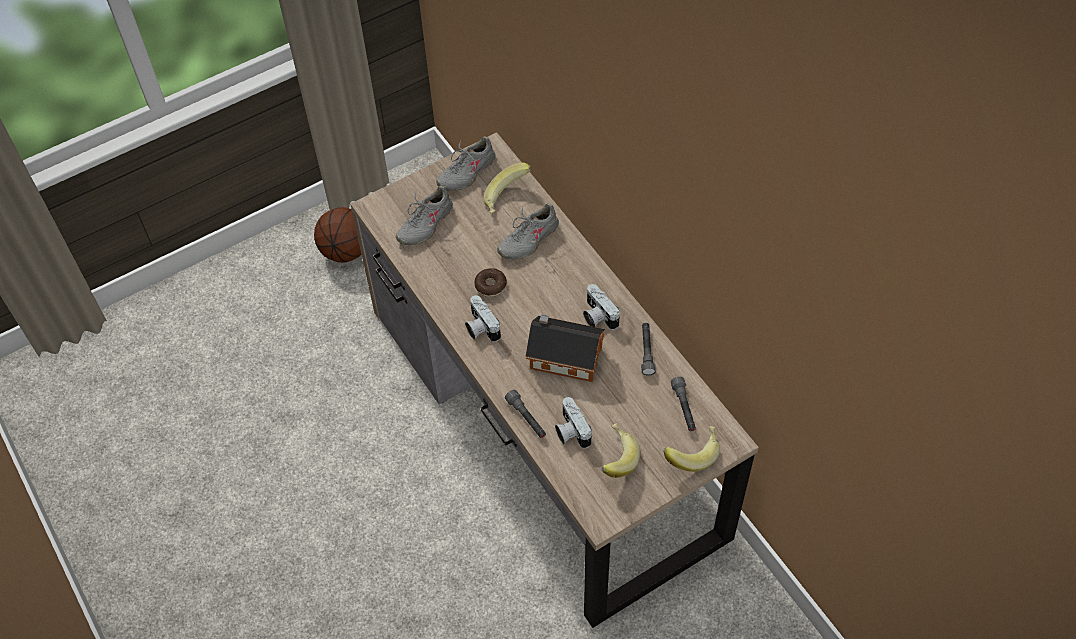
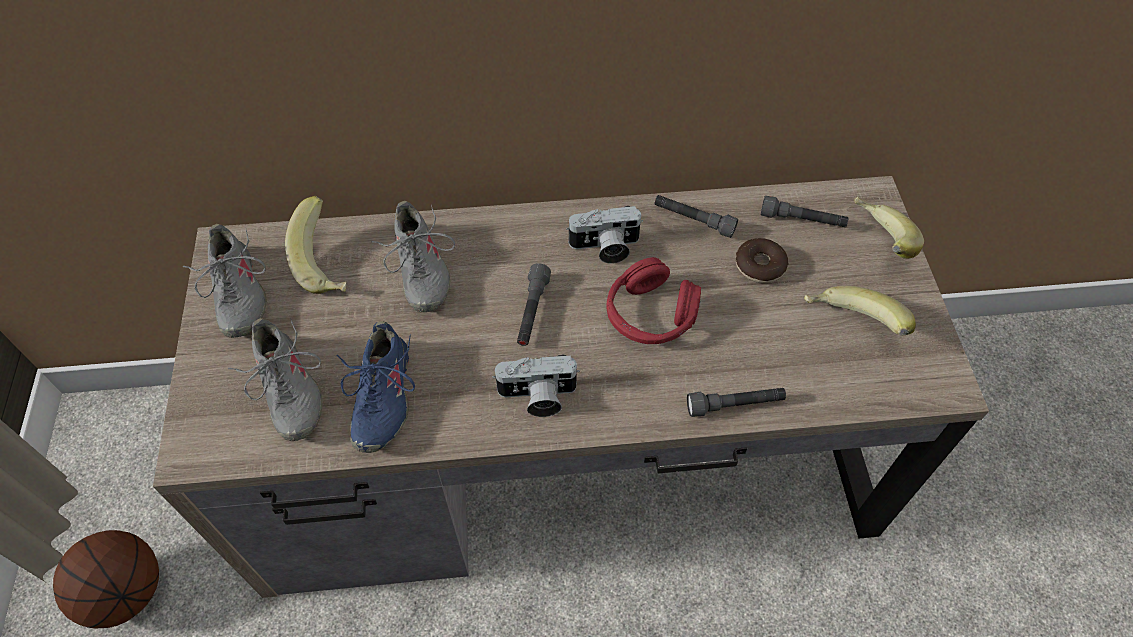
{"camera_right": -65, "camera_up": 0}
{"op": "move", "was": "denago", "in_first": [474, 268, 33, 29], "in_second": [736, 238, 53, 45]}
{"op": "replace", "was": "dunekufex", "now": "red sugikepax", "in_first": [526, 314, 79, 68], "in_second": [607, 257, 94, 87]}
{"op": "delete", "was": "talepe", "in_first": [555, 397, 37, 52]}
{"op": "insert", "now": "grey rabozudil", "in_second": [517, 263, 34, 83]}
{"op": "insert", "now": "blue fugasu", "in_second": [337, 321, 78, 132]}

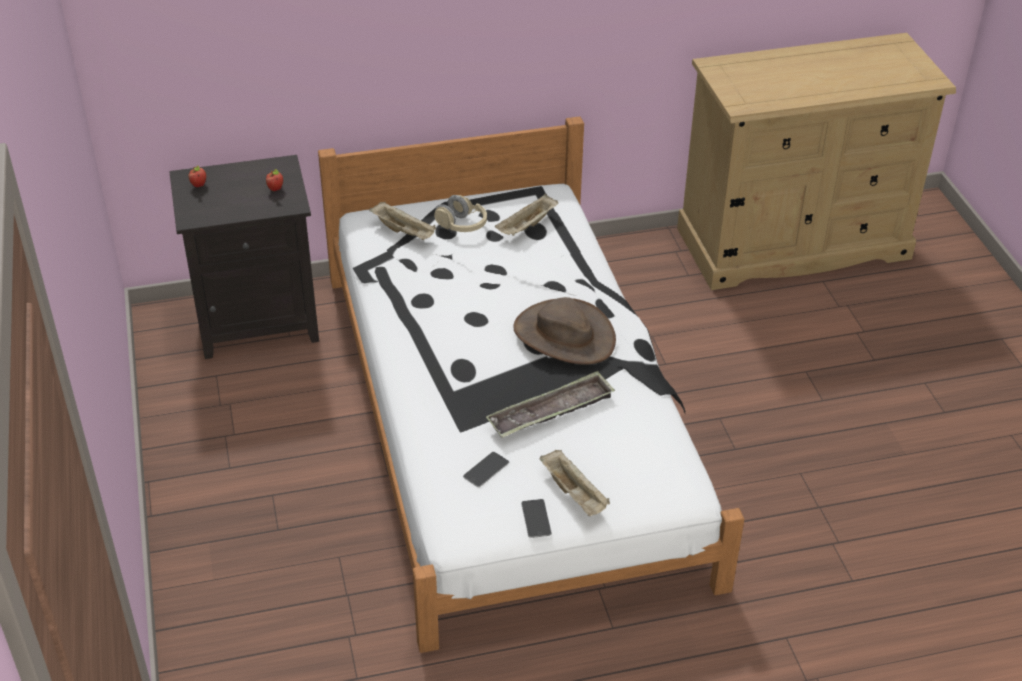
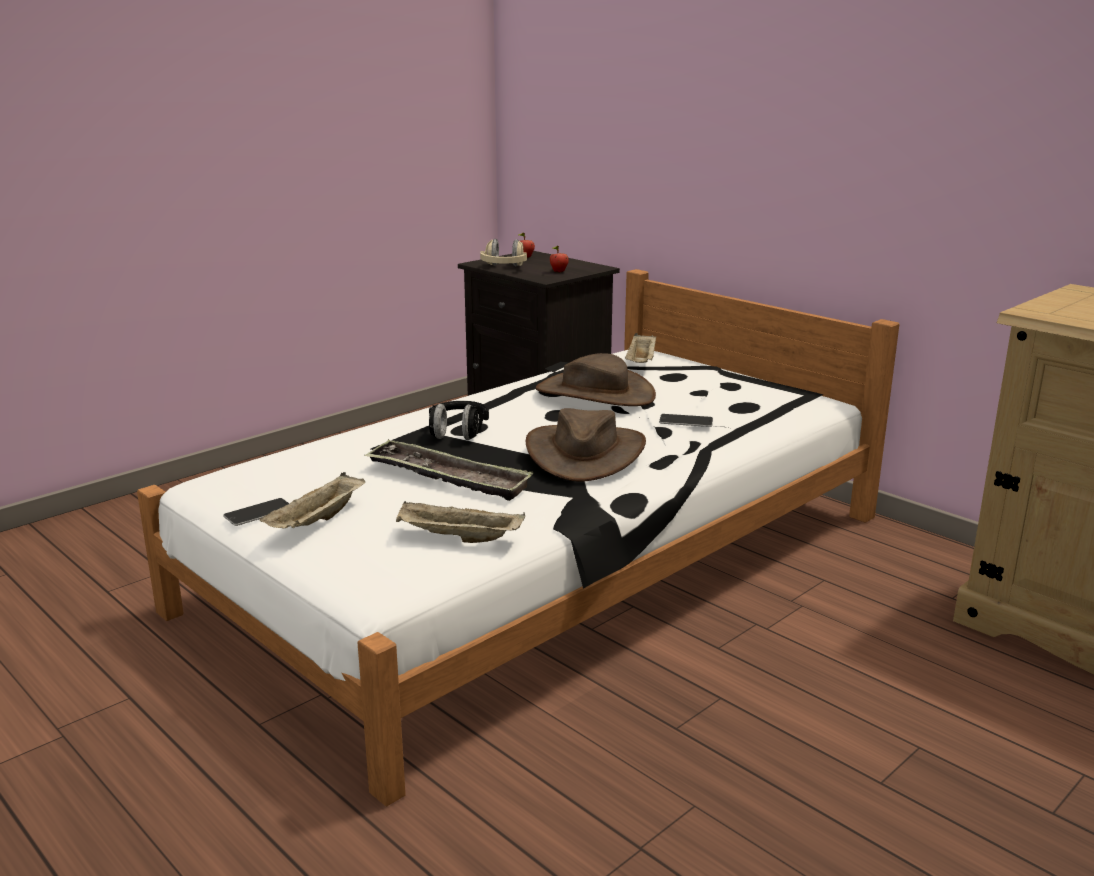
{"camera_right": 60, "camera_up": -20}
{"op": "move", "was": "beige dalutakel", "in_first": [495, 194, 63, 42], "in_second": [396, 502, 129, 41]}
{"op": "move", "was": "beige sugikepax", "in_first": [434, 195, 53, 37], "in_second": [480, 239, 47, 27]}
{"op": "move", "was": "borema", "in_first": [463, 452, 46, 35], "in_second": [659, 414, 54, 13]}
{"op": "insert", "now": "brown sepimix", "in_second": [536, 353, 120, 53]}
{"op": "insert", "now": "black sugikepax", "in_second": [429, 401, 60, 39]}

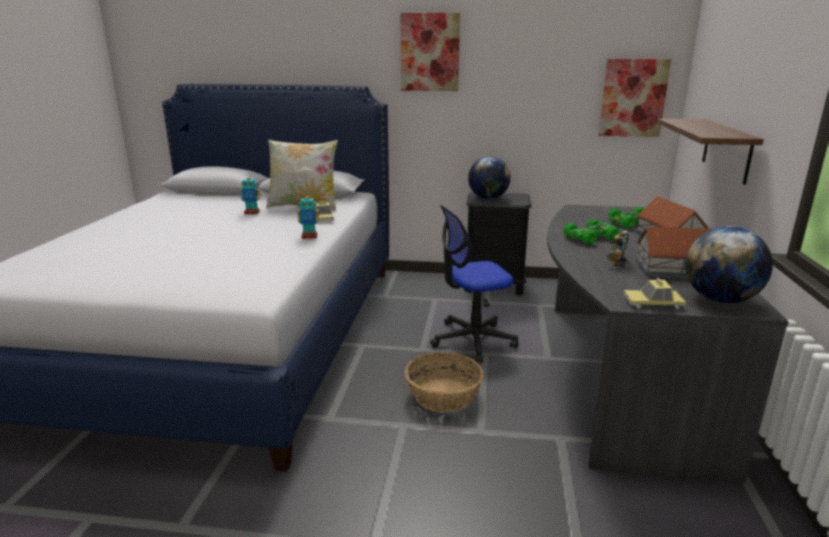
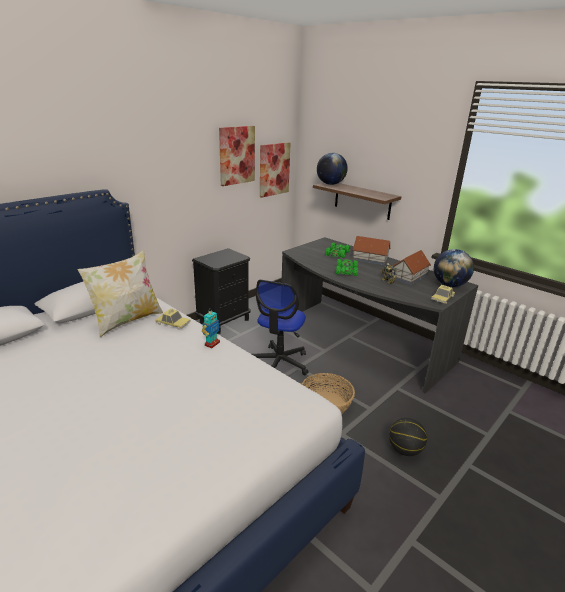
{"camera_right": -55, "camera_up": 5}
{"op": "move", "was": "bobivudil", "in_first": [400, 13, 60, 78], "in_second": [219, 126, 36, 60]}
{"op": "move", "was": "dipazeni", "in_first": [468, 156, 43, 43], "in_second": [317, 153, 31, 32]}
{"op": "delete", "was": "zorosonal", "in_first": [241, 173, 20, 41]}
{"op": "insert", "now": "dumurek", "in_second": [389, 418, 38, 38]}

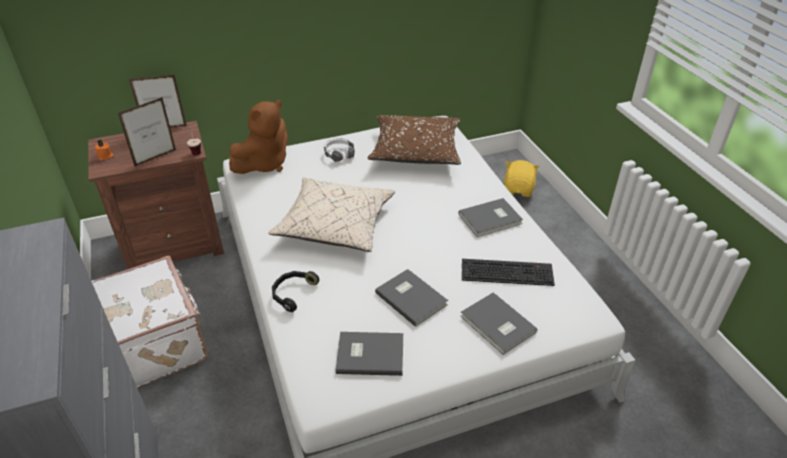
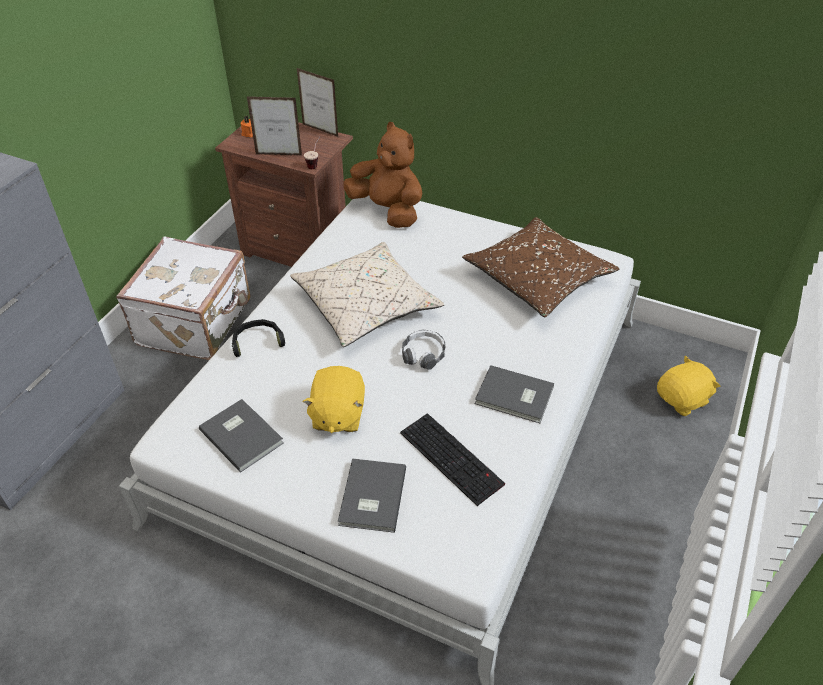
{"camera_right": 45, "camera_up": 5}
{"op": "rotate", "was": "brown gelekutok", "in_first": [229, 100, 59, 74], "in_second": [343, 122, 79, 106], "clockwise": -135}
{"op": "move", "was": "sugikepax", "in_first": [324, 138, 31, 24], "in_second": [402, 329, 43, 41]}
{"op": "replace", "was": "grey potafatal", "now": "yellow gelekutok", "in_first": [375, 269, 73, 58], "in_second": [302, 366, 63, 67]}

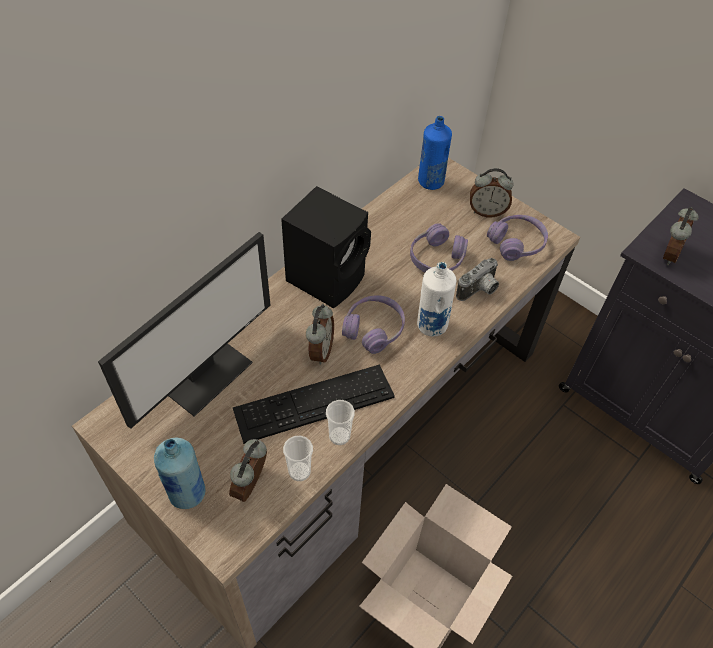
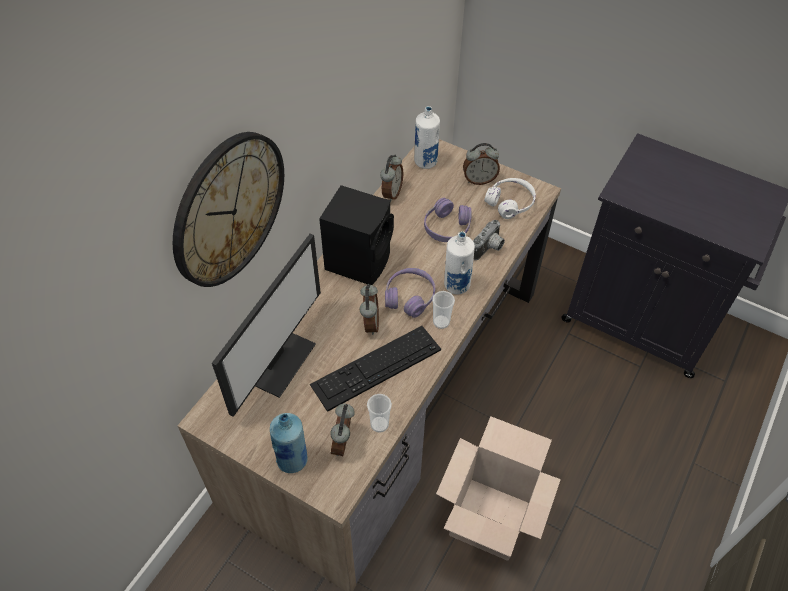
{"camera_right": -10, "camera_up": 0}
{"op": "recolor", "was": "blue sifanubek", "now": "white sifanubek", "in_first": [418, 116, 34, 74], "in_second": [414, 106, 26, 63]}
{"op": "move", "was": "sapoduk", "in_first": [663, 207, 36, 58], "in_second": [380, 155, 23, 47]}
{"op": "recolor", "was": "purple sugikepax", "now": "white sugikepax", "in_first": [487, 215, 61, 46], "in_second": [484, 178, 52, 41]}
{"op": "move", "was": "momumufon", "in_first": [326, 400, 29, 45], "in_second": [432, 291, 23, 38]}
{"op": "insert", "now": "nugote", "in_second": [173, 132, 111, 155]}

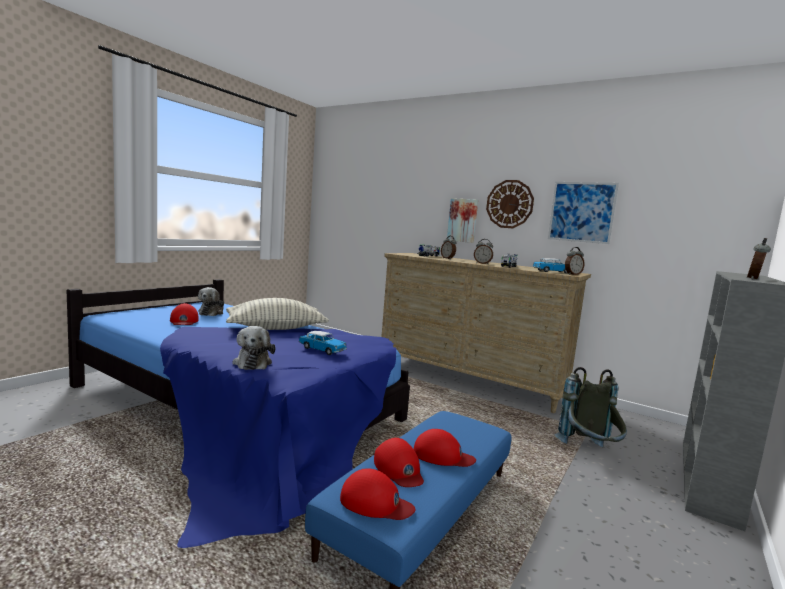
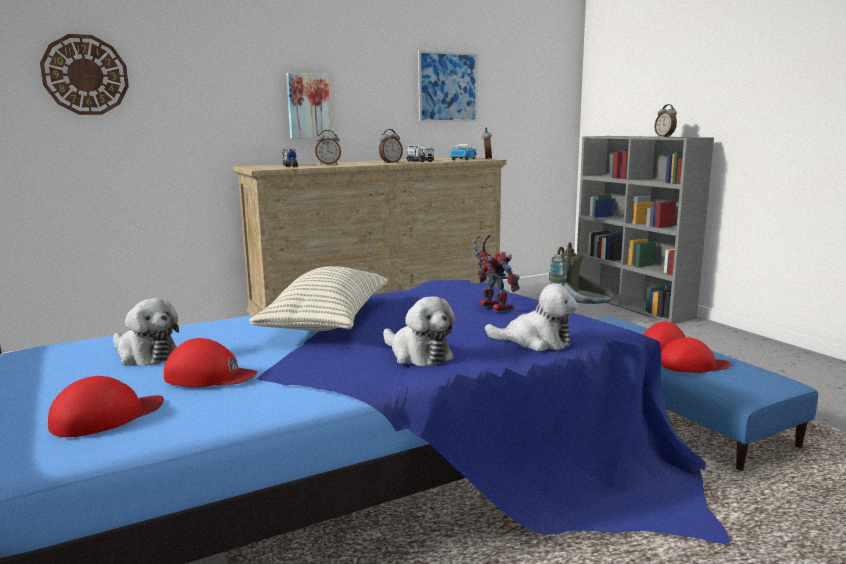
{"camera_right": -60, "camera_up": 5}
{"op": "move", "was": "nugote", "in_first": [486, 180, 48, 48], "in_second": [40, 34, 89, 81]}
{"op": "replace", "was": "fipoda", "now": "zorosonal", "in_first": [299, 331, 48, 24], "in_second": [473, 234, 47, 78]}
{"op": "move", "was": "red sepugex", "in_first": [340, 468, 75, 52], "in_second": [48, 376, 116, 61]}
{"op": "insert", "now": "gelekutok", "in_second": [383, 296, 72, 70]}

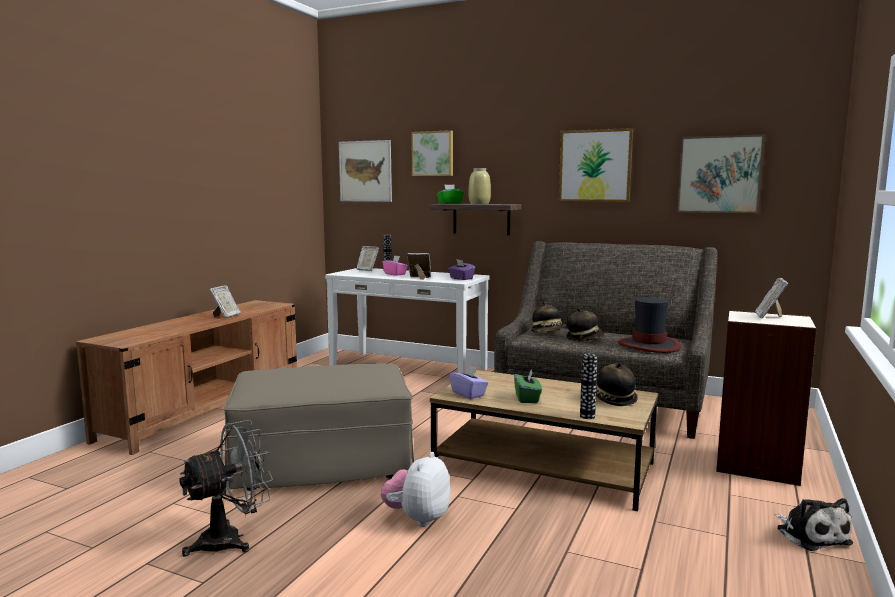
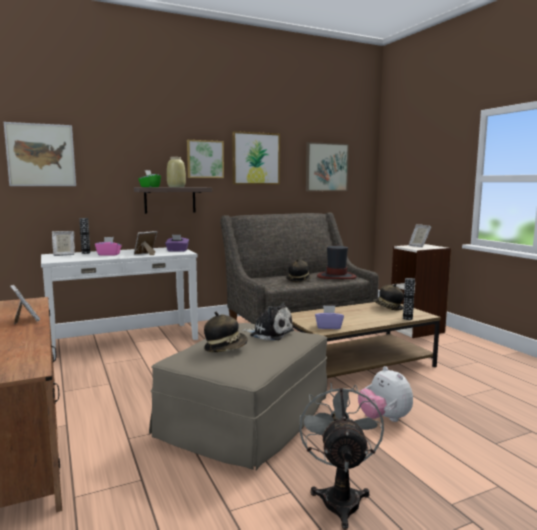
{"camera_right": -50, "camera_up": 0}
{"op": "move", "was": "bobivudil", "in_first": [411, 130, 42, 46], "in_second": [187, 140, 37, 38]}
{"op": "move", "was": "sepimix", "in_first": [531, 301, 34, 31], "in_second": [204, 312, 44, 40]}
{"op": "delete", "was": "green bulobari", "in_first": [514, 370, 28, 33]}
{"op": "move", "was": "gelekutok", "in_first": [775, 498, 78, 53], "in_second": [242, 303, 52, 37]}

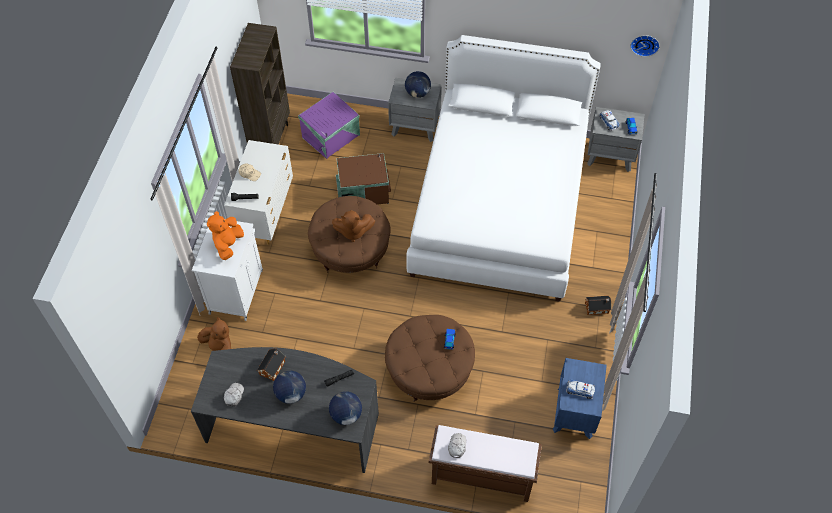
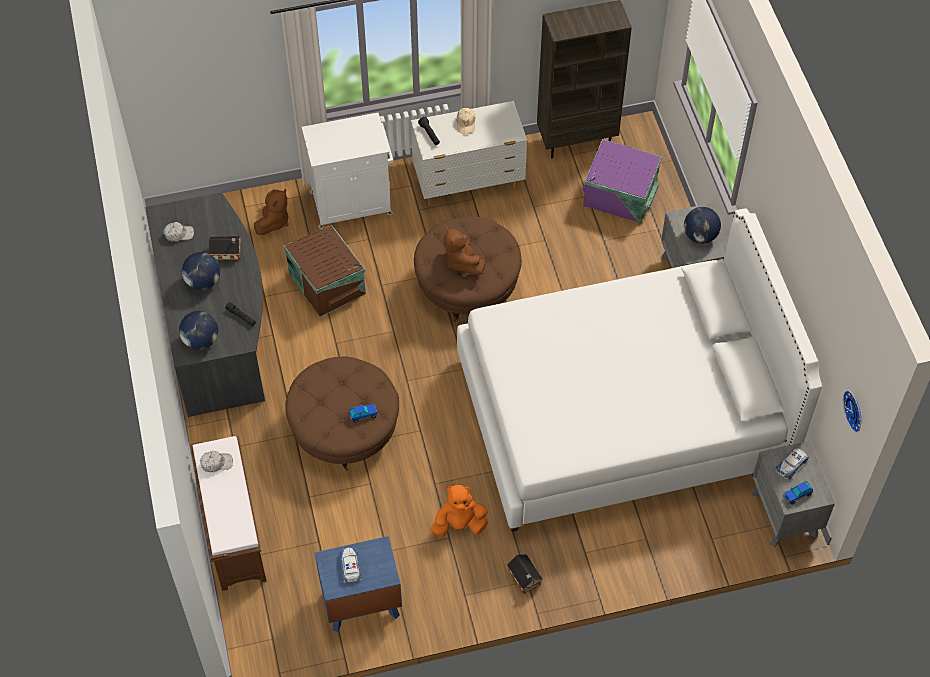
{"camera_right": 65, "camera_up": 0}
{"op": "move", "was": "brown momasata", "in_first": [336, 153, 55, 52], "in_second": [284, 225, 82, 92]}
{"op": "move", "was": "orange gelekutok", "in_first": [207, 211, 37, 49], "in_second": [430, 485, 58, 52]}

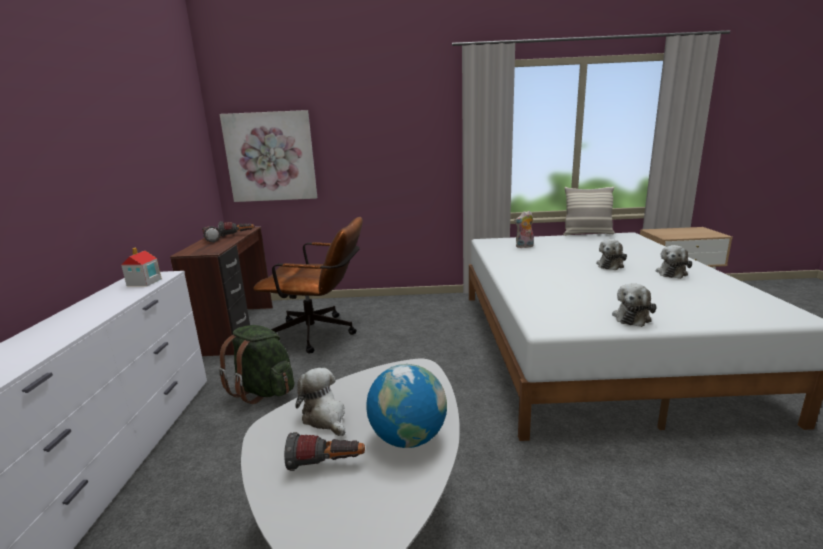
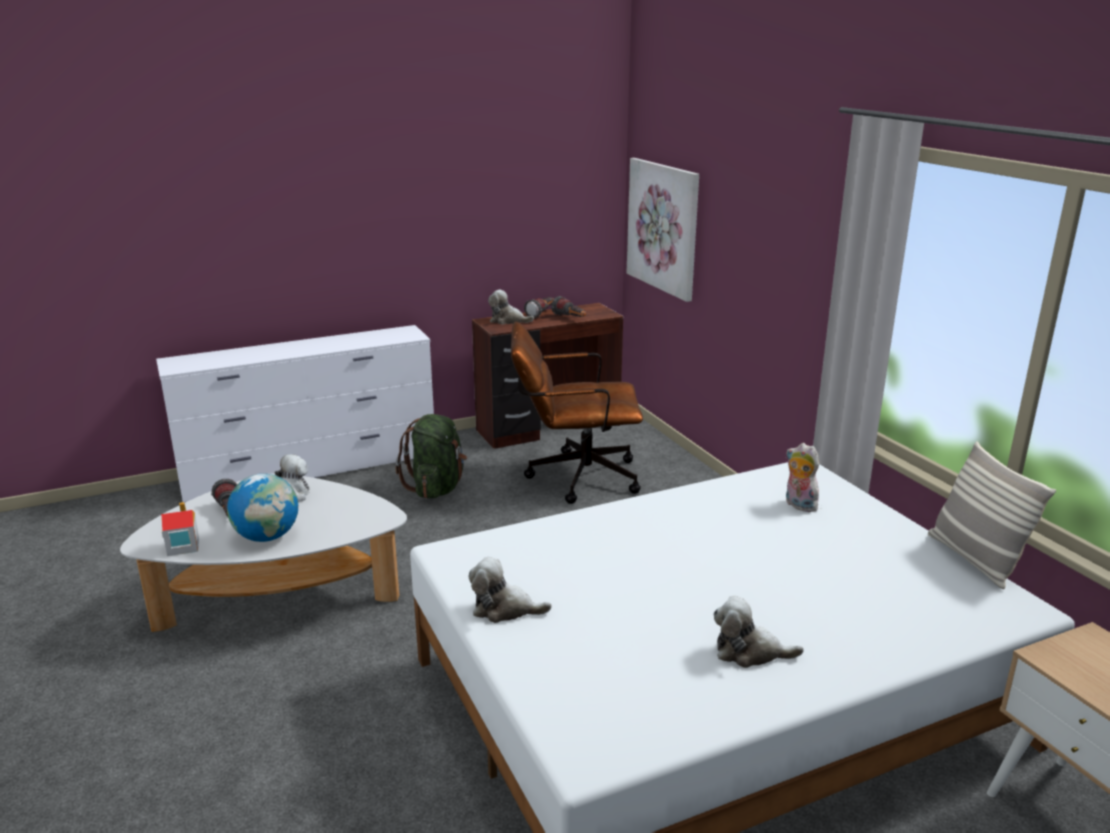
{"camera_right": 65, "camera_up": 5}
{"op": "rotate", "was": "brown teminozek", "in_first": [253, 217, 110, 137], "in_second": [511, 321, 132, 183], "clockwise": 105}
{"op": "move", "was": "gelekutok", "in_first": [596, 239, 31, 31], "in_second": [488, 290, 46, 34]}
{"op": "move", "was": "dunekufex", "in_first": [121, 248, 41, 38], "in_second": [161, 502, 38, 54]}

